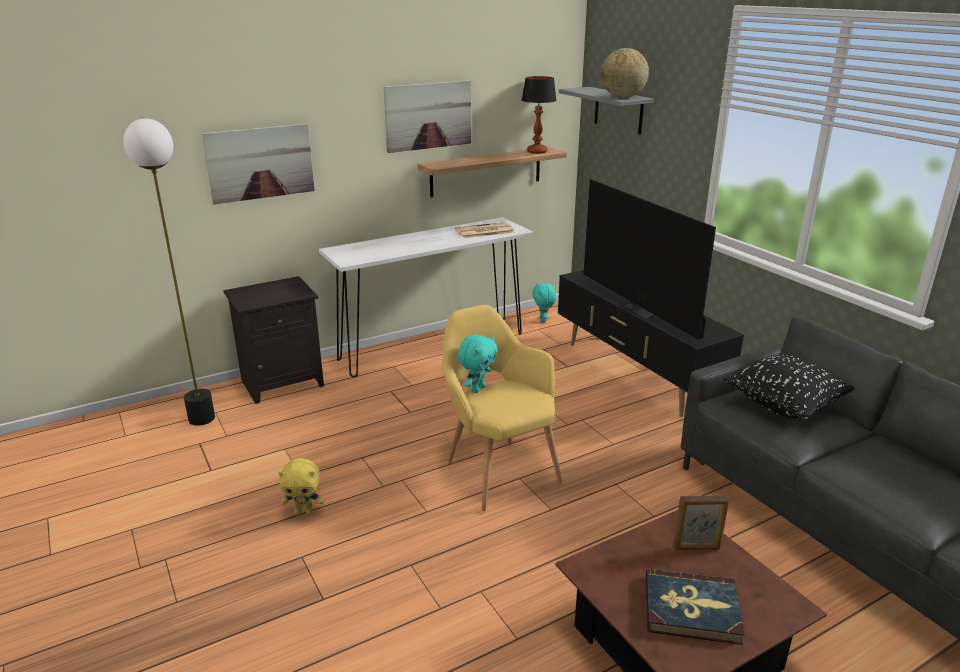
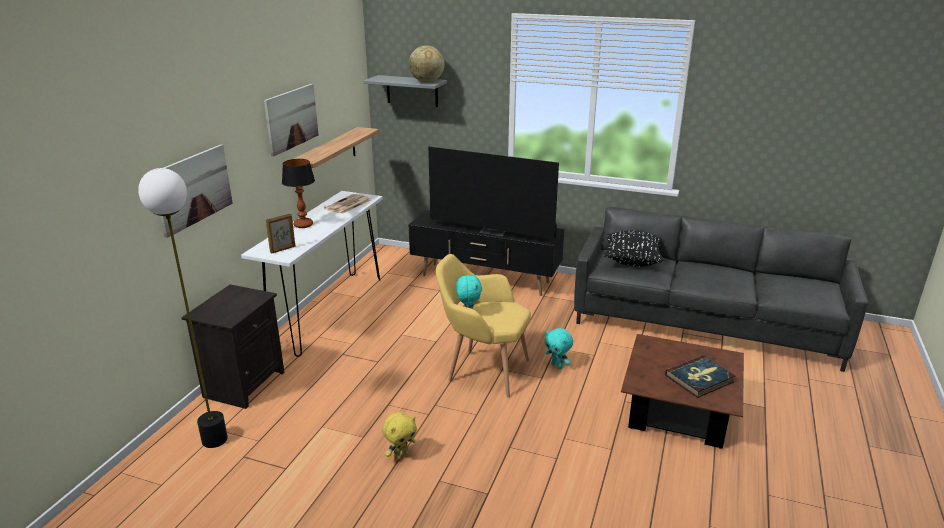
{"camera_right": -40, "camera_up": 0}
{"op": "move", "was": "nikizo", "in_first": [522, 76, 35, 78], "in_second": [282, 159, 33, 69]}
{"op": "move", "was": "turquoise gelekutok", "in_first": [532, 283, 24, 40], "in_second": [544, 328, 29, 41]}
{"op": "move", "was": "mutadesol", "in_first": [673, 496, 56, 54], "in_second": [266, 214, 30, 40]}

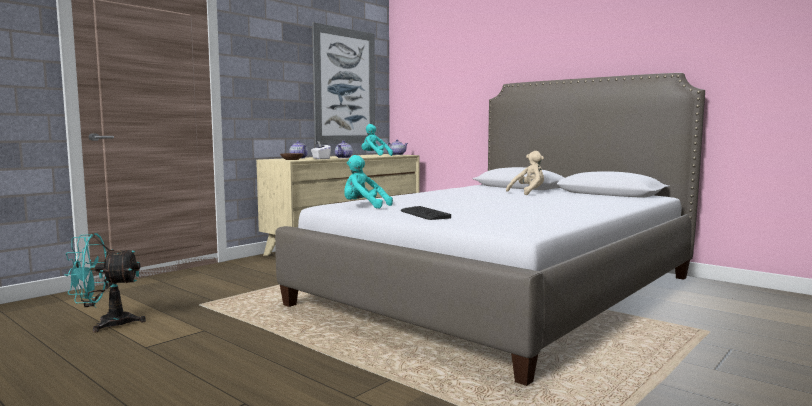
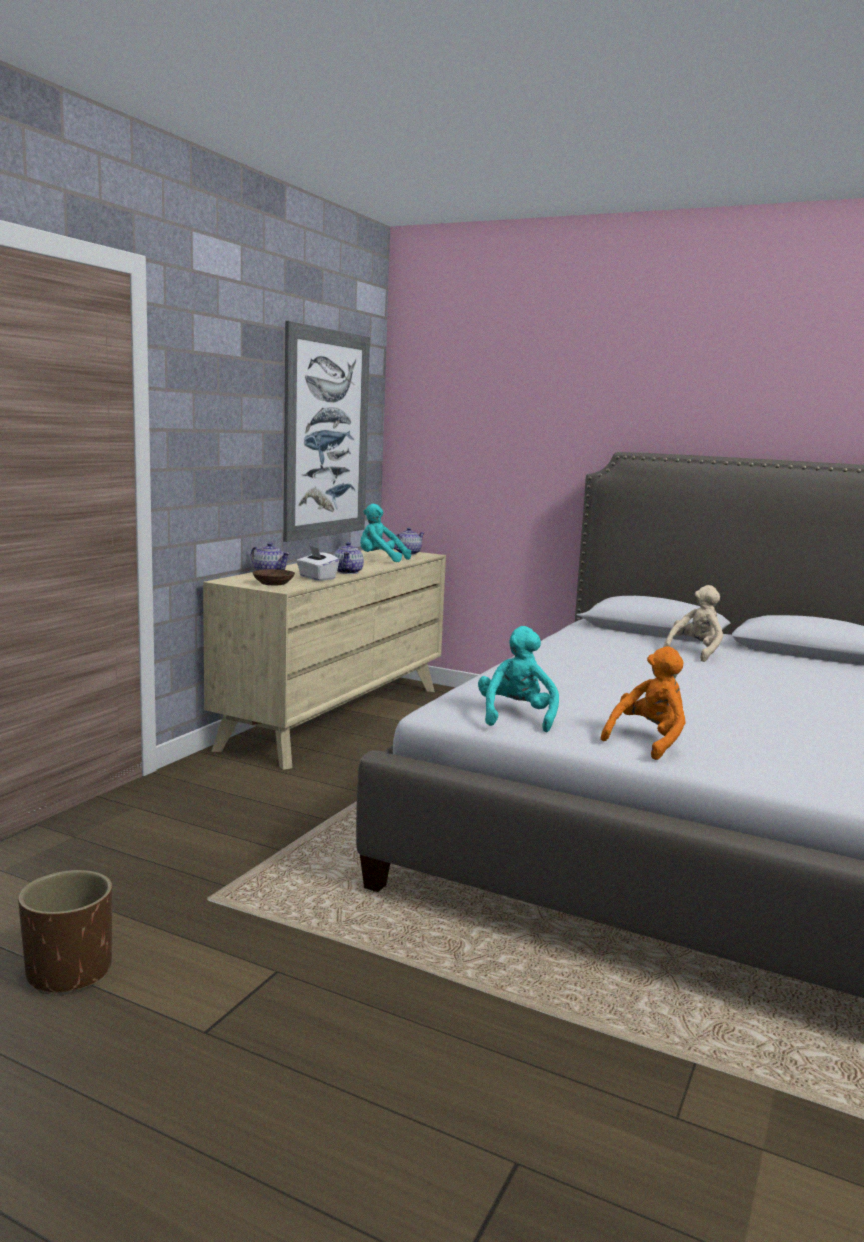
{"camera_right": -15, "camera_up": 5}
{"op": "rotate", "was": "turquoise gelekutok", "in_first": [344, 155, 49, 54], "in_second": [478, 626, 81, 106], "clockwise": 90}
{"op": "replace", "was": "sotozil", "now": "orange gelekutok", "in_first": [401, 206, 50, 14], "in_second": [601, 646, 85, 114]}
{"op": "replace", "was": "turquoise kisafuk", "now": "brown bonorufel", "in_first": [64, 233, 82, 100], "in_second": [18, 870, 94, 124]}

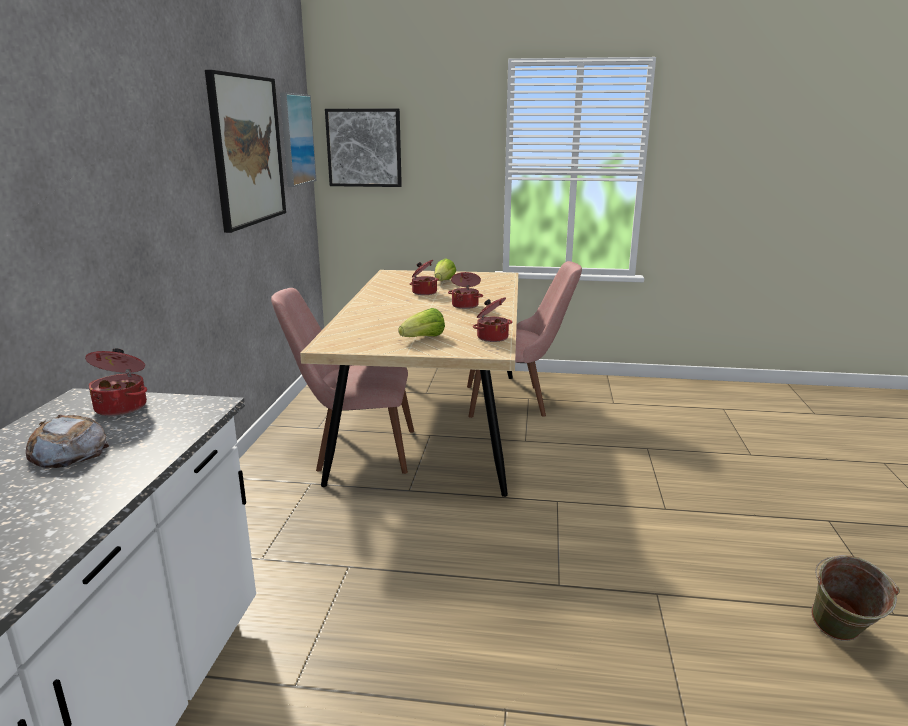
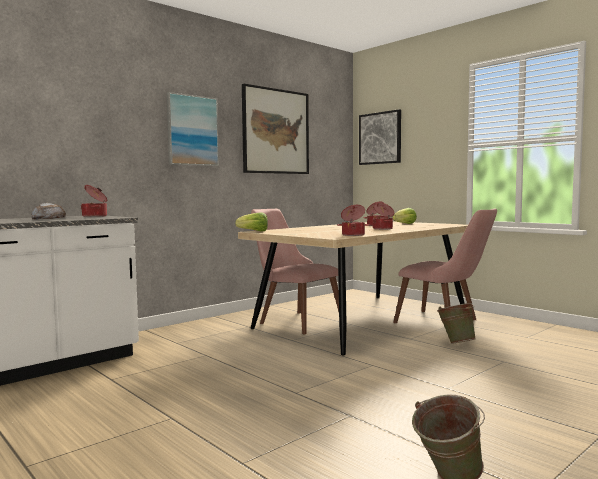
{"camera_right": 40, "camera_up": -15}
{"op": "move", "was": "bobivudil", "in_first": [280, 93, 37, 94], "in_second": [167, 92, 52, 74]}
{"op": "move", "was": "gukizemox", "in_first": [398, 308, 47, 29], "in_second": [235, 212, 33, 20]}
{"op": "insert", "now": "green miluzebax", "in_second": [437, 303, 39, 41]}

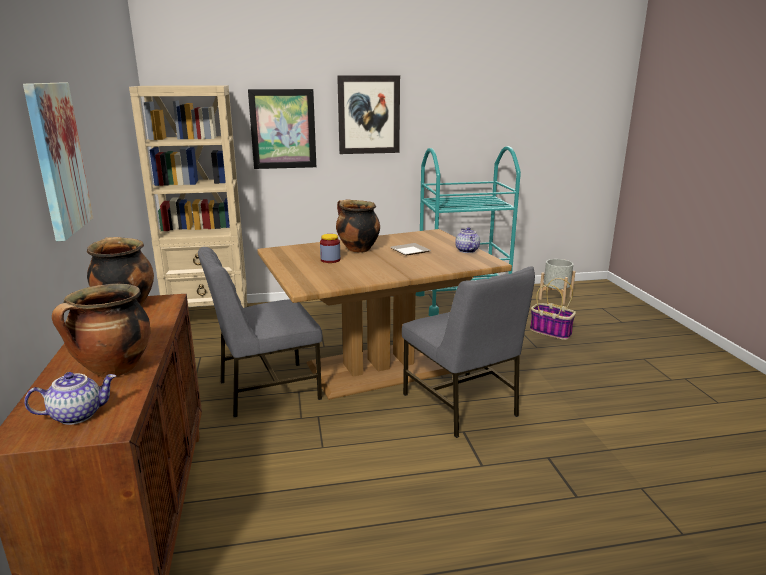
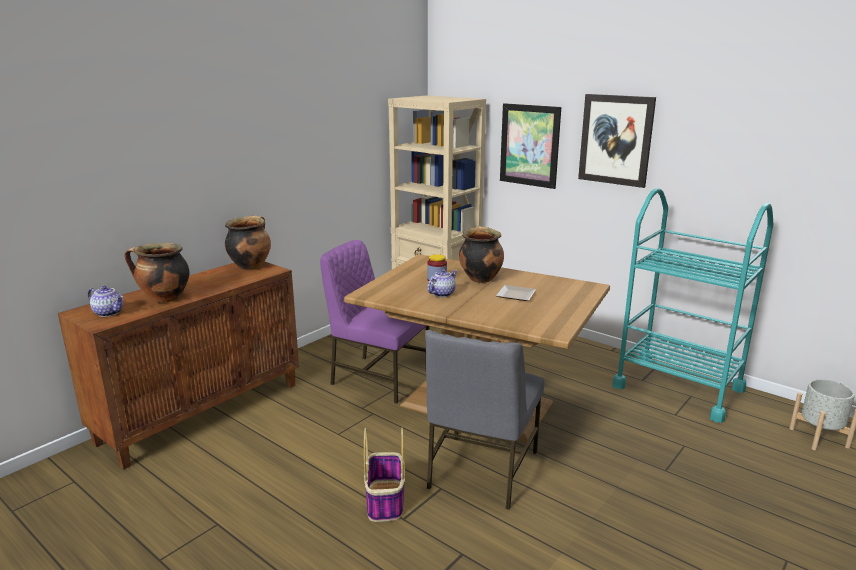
{"camera_right": 50, "camera_up": 0}
{"op": "delete", "was": "bobivudil", "in_first": [23, 83, 70, 158]}
{"op": "move", "was": "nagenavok", "in_first": [455, 227, 25, 26], "in_second": [427, 269, 30, 28]}
{"op": "recolor", "was": "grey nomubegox", "now": "purple nomubegox", "in_first": [198, 247, 124, 170], "in_second": [320, 240, 110, 164]}
{"op": "move", "was": "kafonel", "in_first": [530, 278, 46, 62], "in_second": [364, 427, 41, 95]}

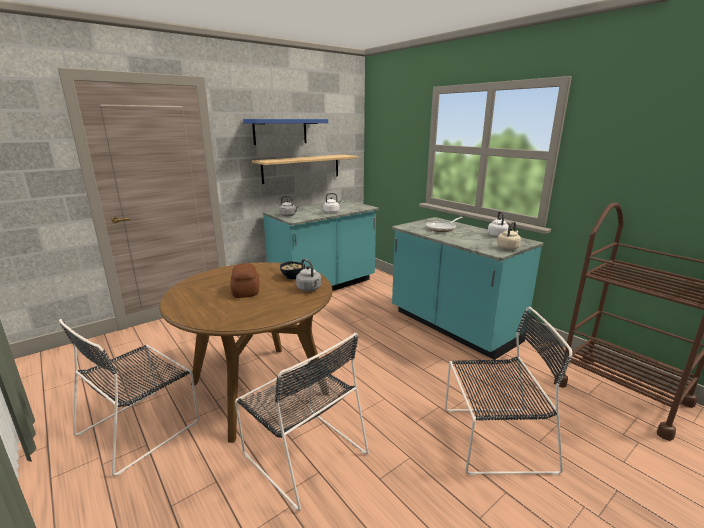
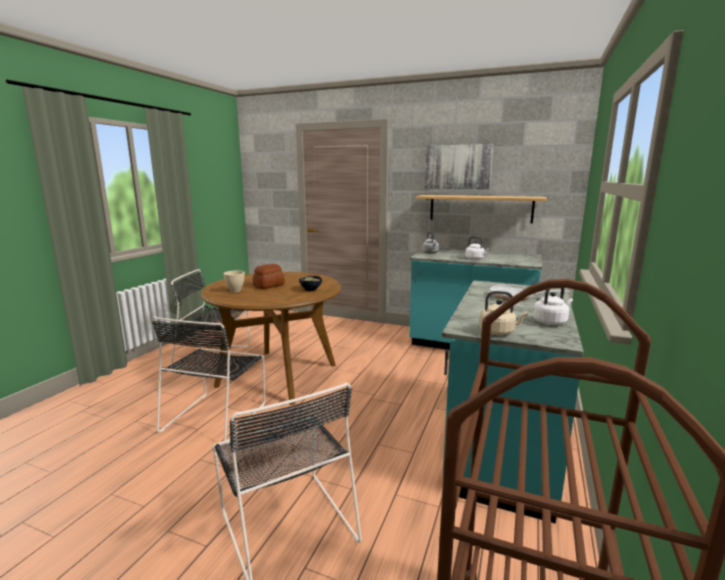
{"camera_right": 60, "camera_up": -5}
{"op": "replace", "was": "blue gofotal", "now": "bobivudil", "in_first": [243, 119, 85, 26], "in_second": [425, 144, 69, 45]}
{"op": "delete", "was": "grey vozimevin", "in_first": [296, 259, 25, 32]}
{"op": "insert", "now": "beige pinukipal", "in_second": [223, 271, 22, 22]}

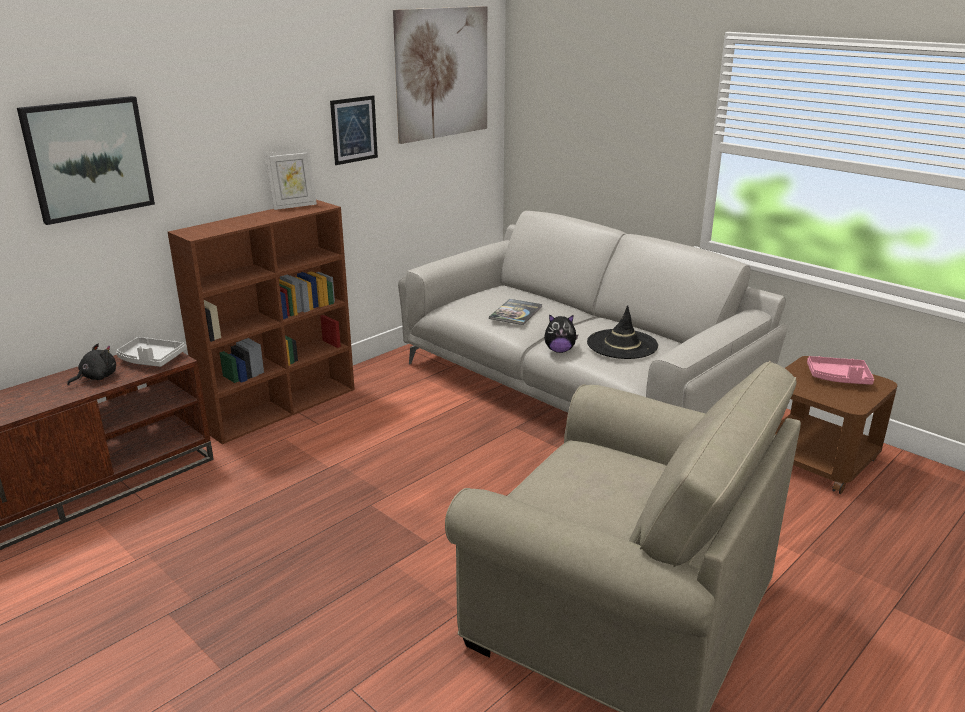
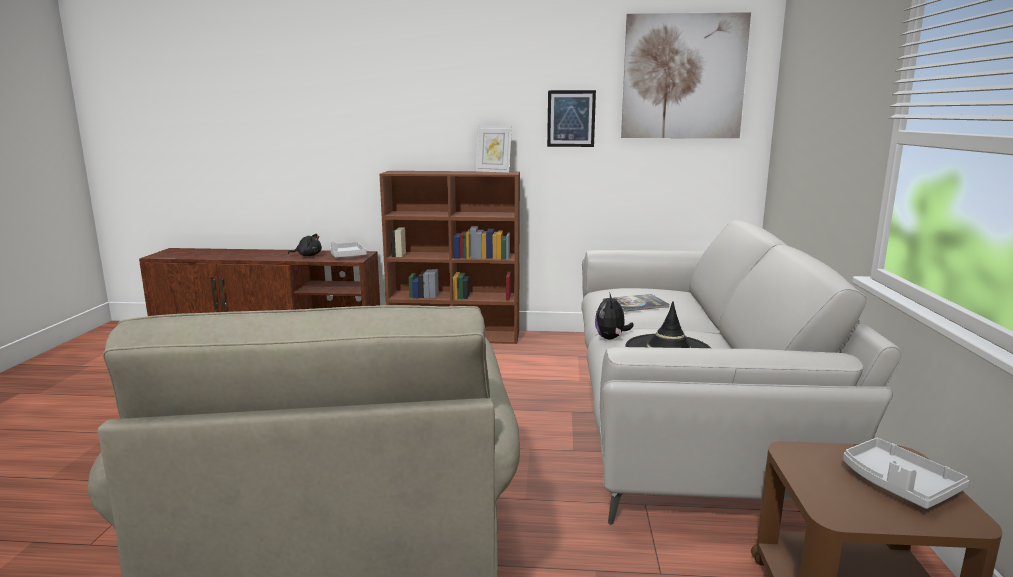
{"camera_right": 50, "camera_up": -10}
{"op": "delete", "was": "bobivudil", "in_first": [17, 96, 138, 129]}
{"op": "rotate", "was": "gelekutok", "in_first": [544, 314, 34, 39], "in_second": [595, 292, 39, 48], "clockwise": 45}
{"op": "recolor", "was": "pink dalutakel", "now": "grey dalutakel", "in_first": [807, 356, 67, 29], "in_second": [843, 438, 126, 71]}

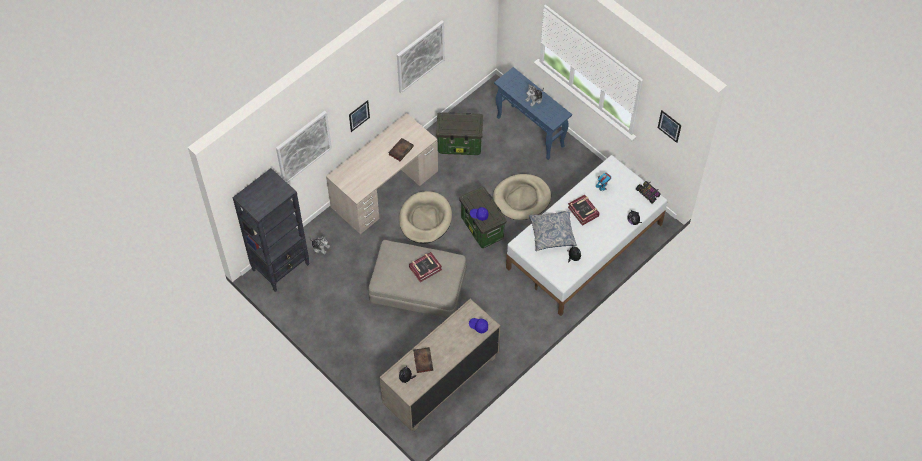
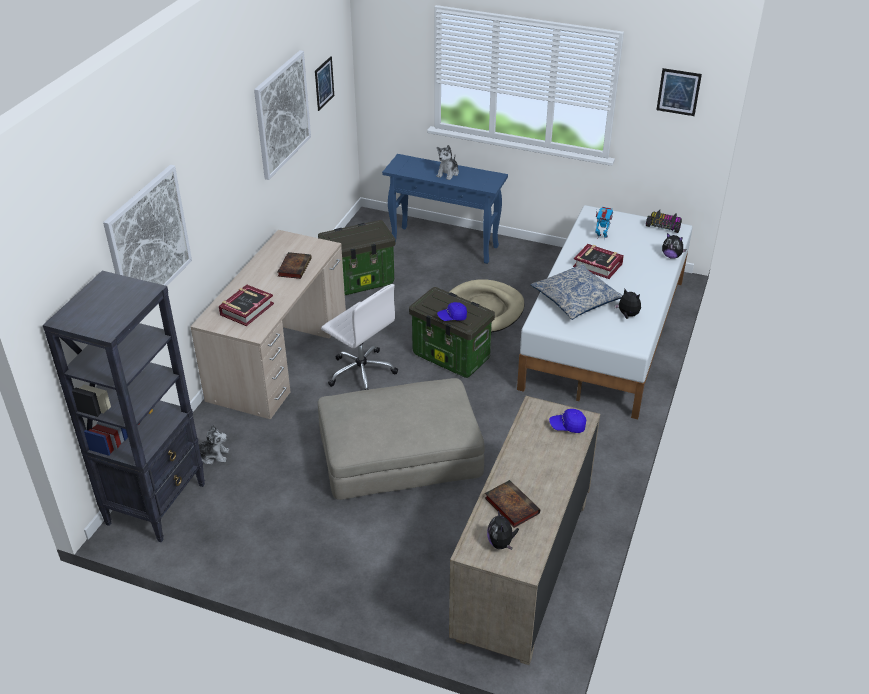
{"camera_right": -25, "camera_up": -20}
{"op": "move", "was": "bobivudil", "in_first": [349, 100, 21, 32], "in_second": [315, 56, 19, 55]}
{"op": "replace", "was": "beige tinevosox", "now": "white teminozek", "in_first": [399, 191, 53, 52], "in_second": [321, 284, 77, 106]}
{"op": "move", "was": "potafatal", "in_first": [409, 252, 33, 30], "in_second": [219, 285, 55, 41]}

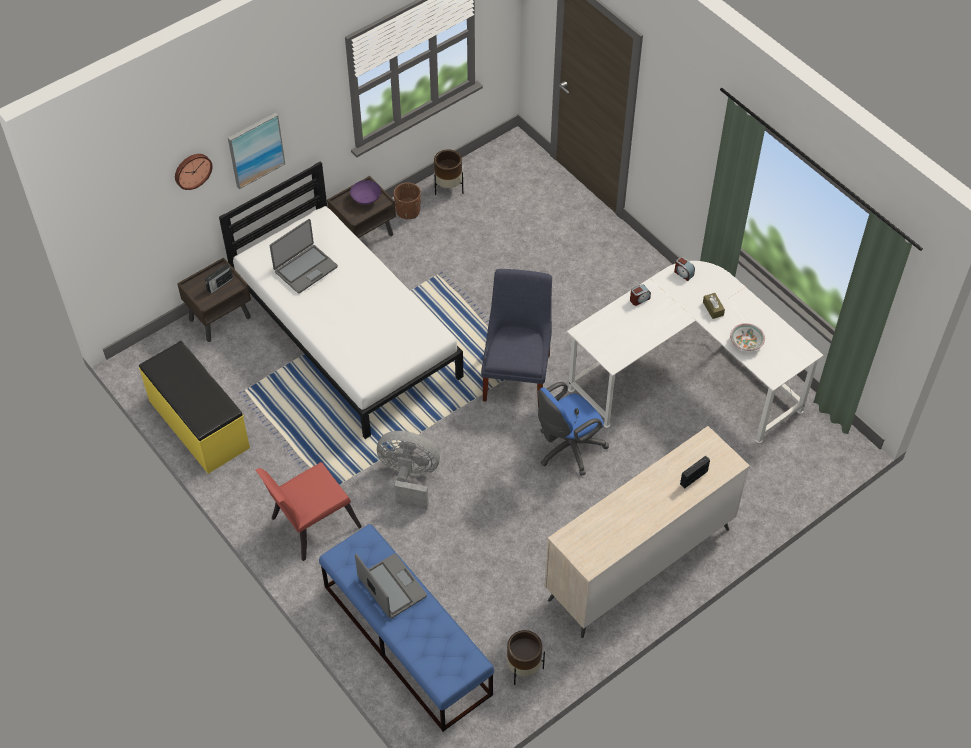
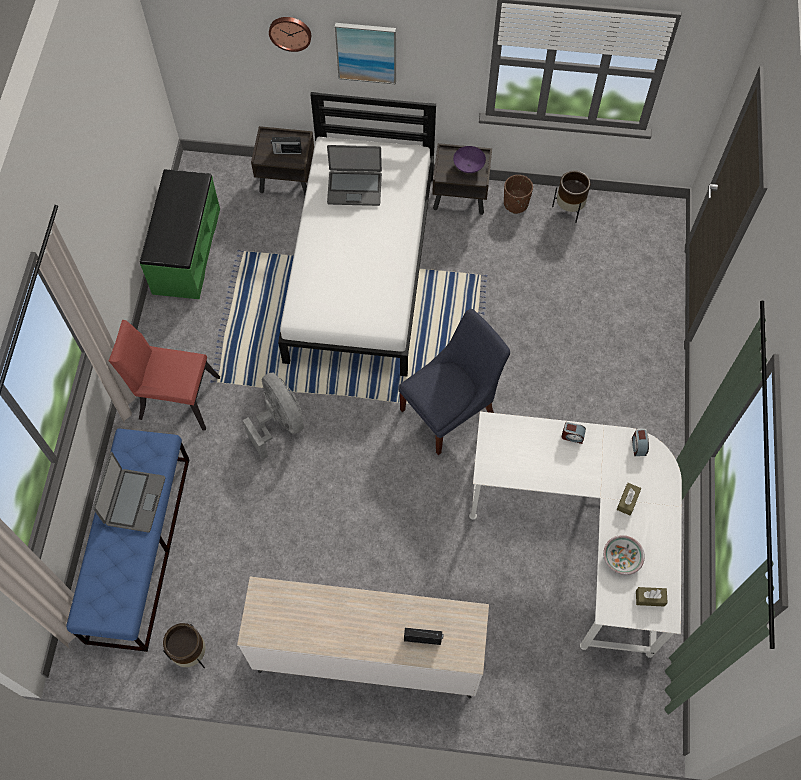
{"camera_right": 45, "camera_up": 10}
{"op": "recolor", "was": "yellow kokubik", "now": "green kokubik", "in_first": [139, 341, 111, 133], "in_second": [140, 169, 80, 130]}
{"op": "delete", "was": "blue teminozek", "in_first": [538, 382, 71, 94]}
{"op": "insert", "now": "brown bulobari", "in_second": [636, 587, 32, 20]}

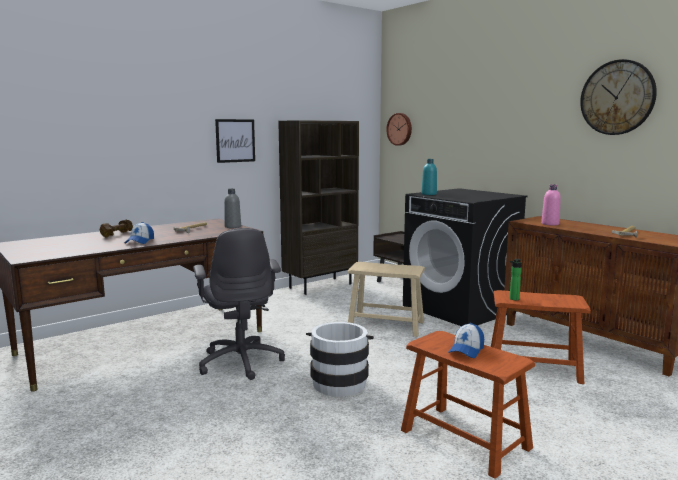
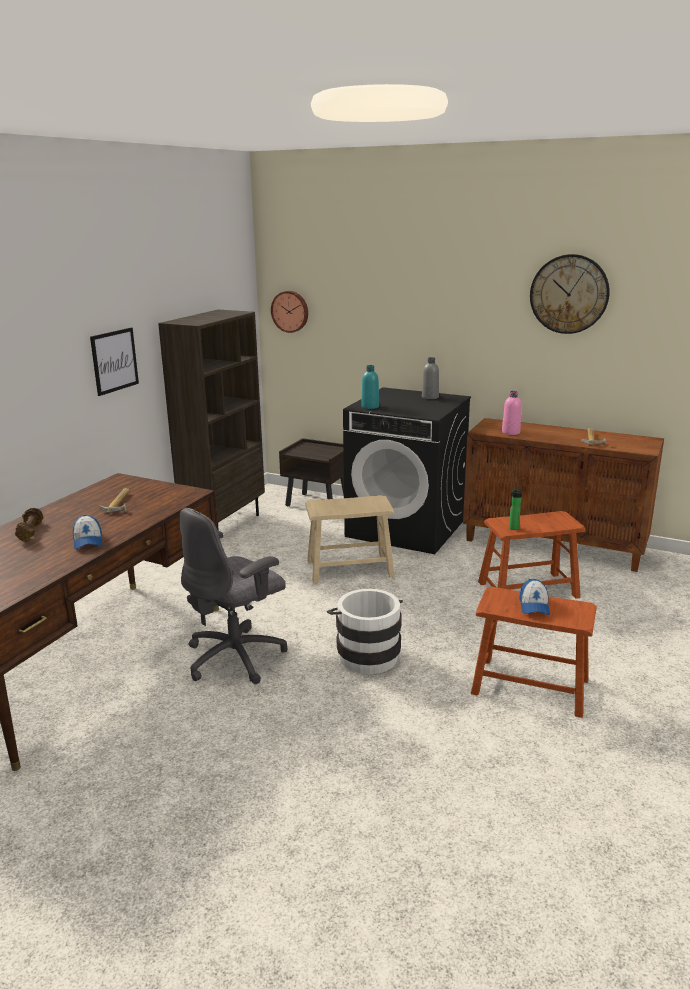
{"camera_right": -25, "camera_up": 10}
{"op": "move", "was": "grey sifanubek", "in_first": [224, 189, 17, 39], "in_second": [422, 357, 17, 42]}
{"op": "rotate", "was": "grey teminozek", "in_first": [193, 228, 92, 152], "in_second": [180, 508, 107, 176], "clockwise": 90}

